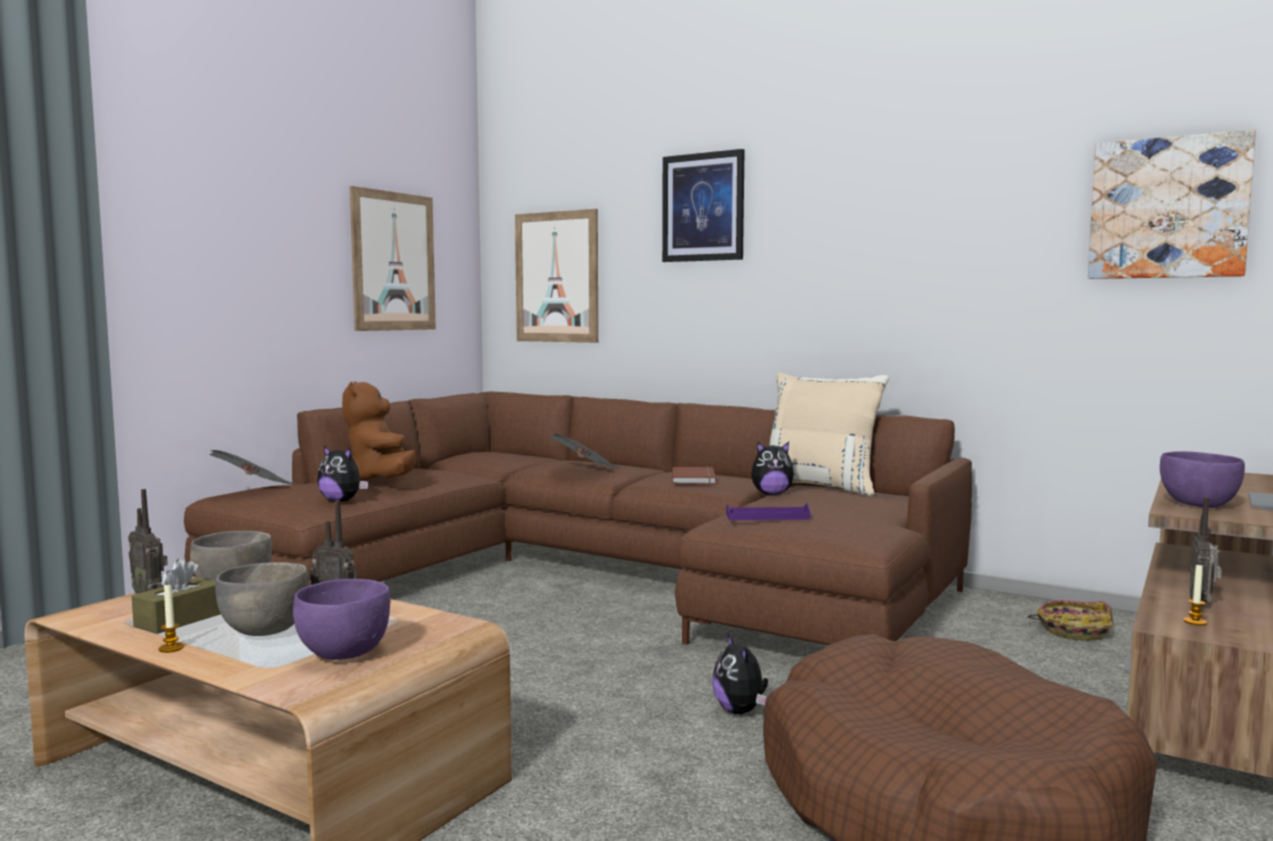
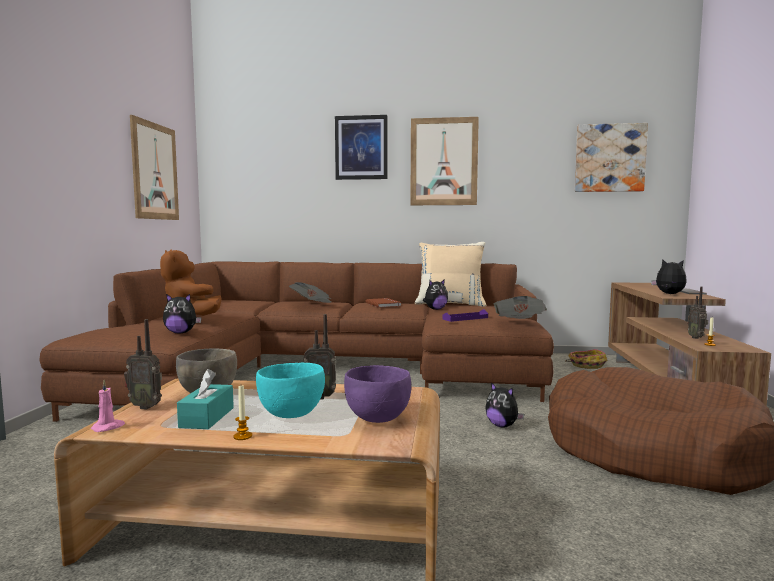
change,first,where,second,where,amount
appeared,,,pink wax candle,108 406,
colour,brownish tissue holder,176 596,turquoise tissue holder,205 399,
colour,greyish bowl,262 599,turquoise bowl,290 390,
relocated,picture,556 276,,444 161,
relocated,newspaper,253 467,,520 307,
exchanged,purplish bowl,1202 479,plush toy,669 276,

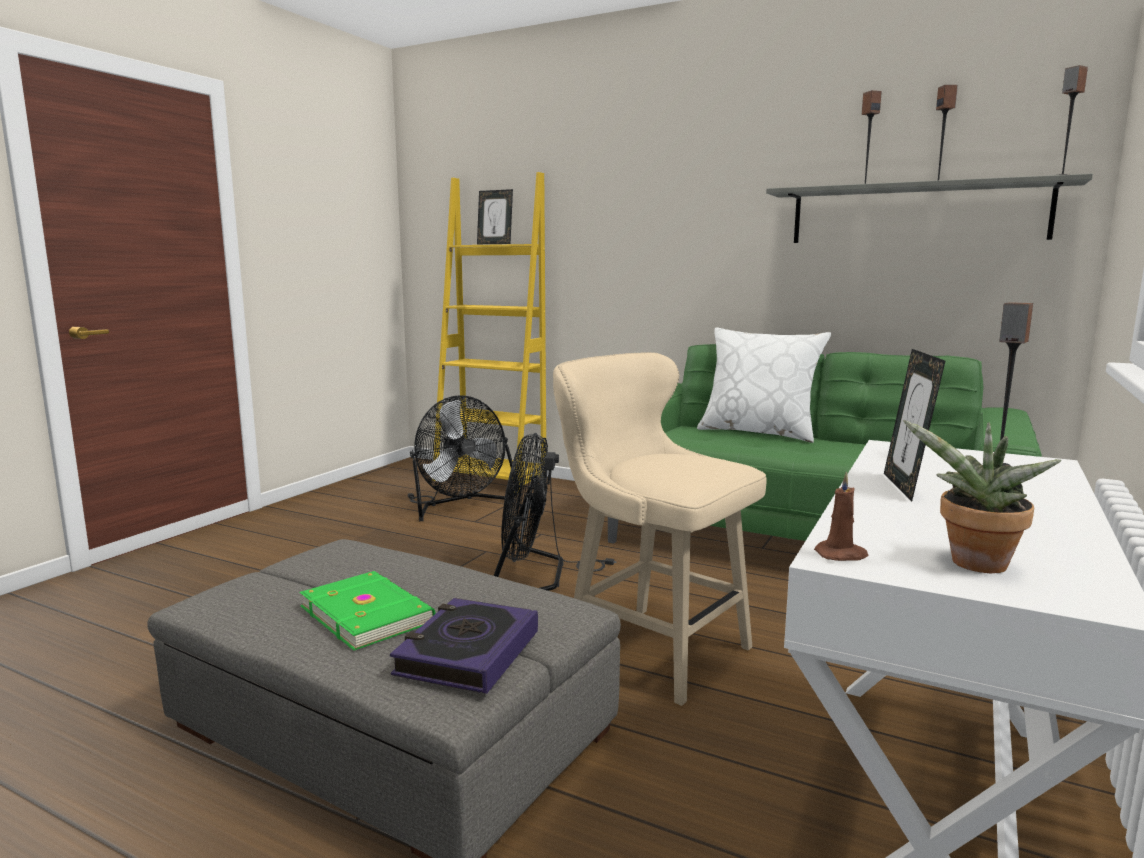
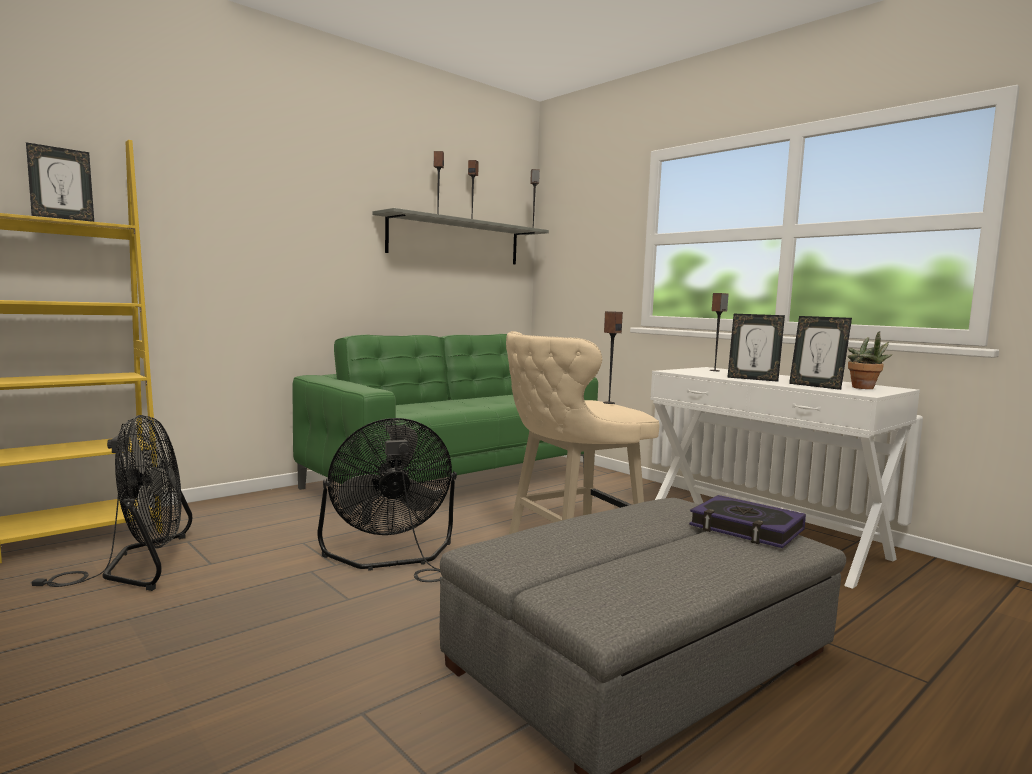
change,first,where,second,where,amount
spun,black-coloured electric fan,555 512,,387 500,135 degrees clockwise
appeared,,,speaker,613 357,
appeared,,,photo frame,820 353,
missing,green volume,368 611,,,
missing,white pillow,764 385,,,
missing,brownish wax candle,841 516,,,

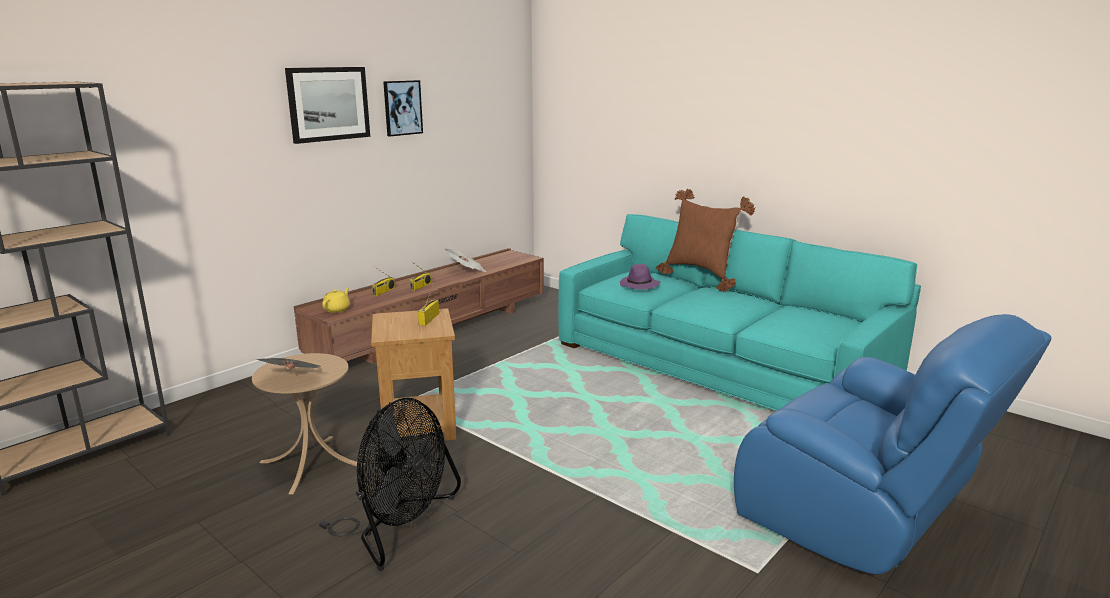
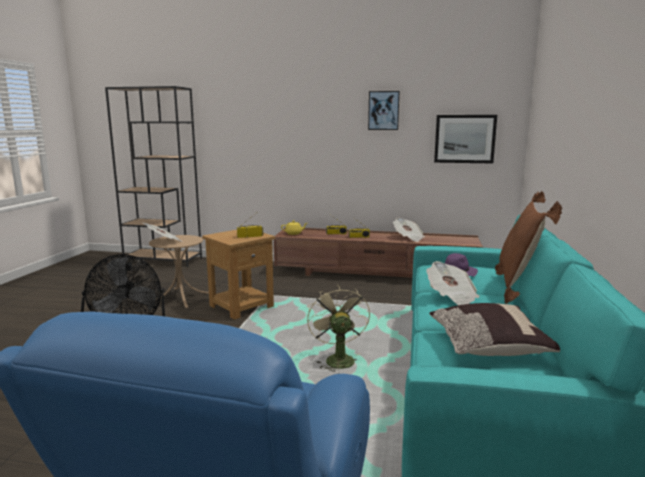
change,first,where,second,where,amount
appeared,,,beige electric fan,338 329,
appeared,,,newspaper,453 283,
appeared,,,pillow,494 329,
relocated,picture,327 105,,465 139,

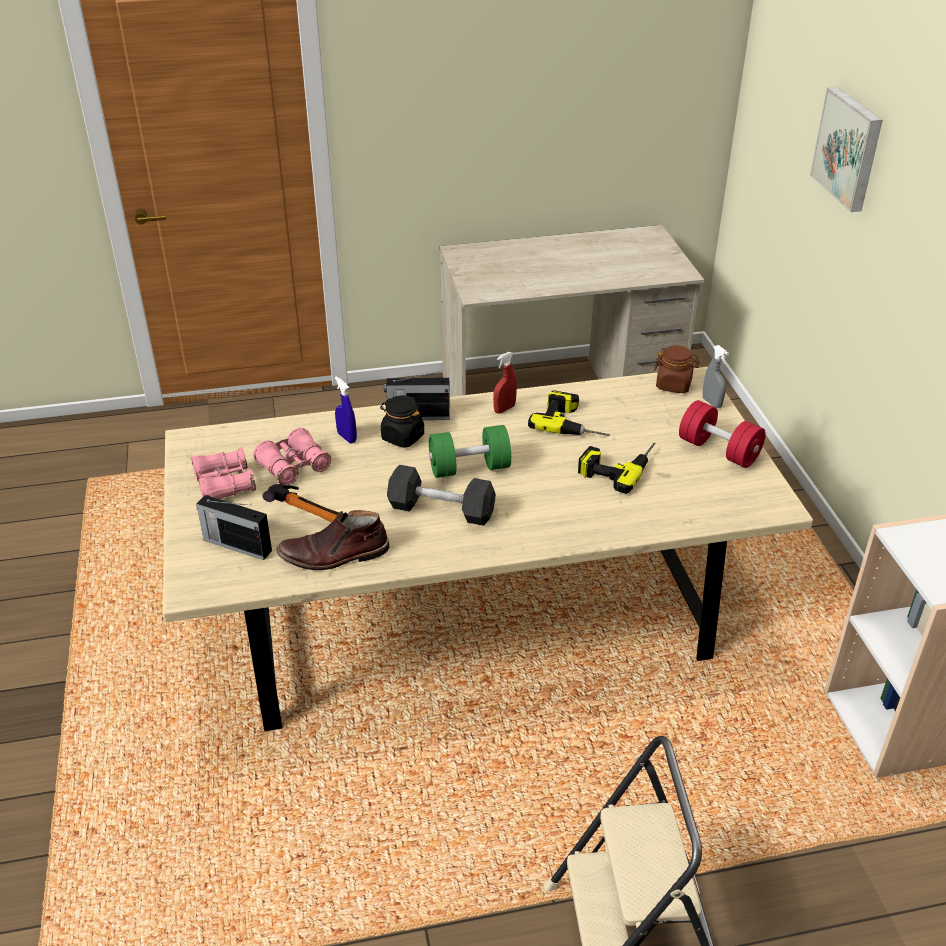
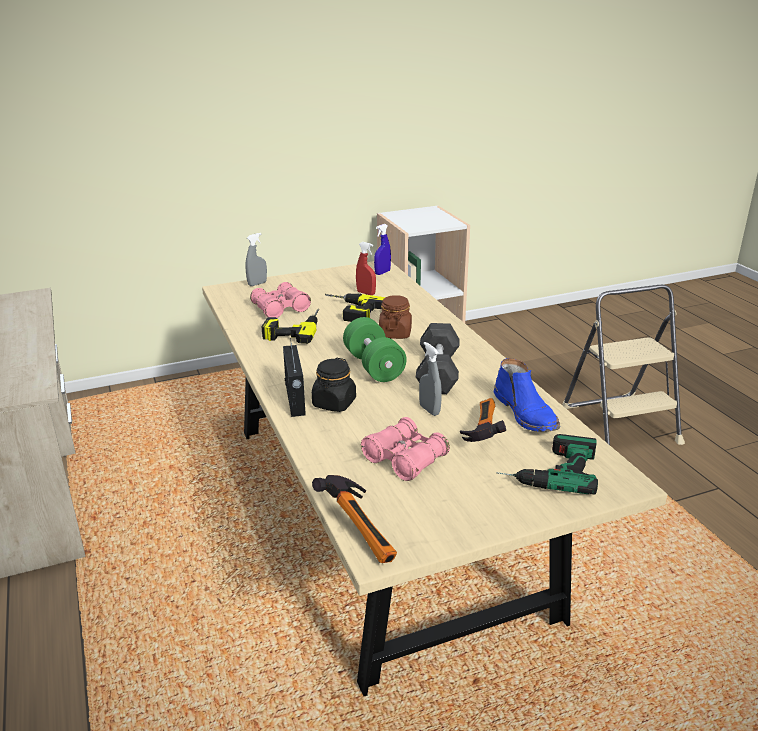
change,first,where,second,where,amount
relocated,pink pair of binoculars,223 473,,280 300,
appeared,,,hammer,354 519,
relocated,reddish hand sprayer,505 383,,366 268,
relocated,blue-coloured hand sprayer,346 410,,382 249,
relocated,brownish storage jar,677 369,,395 317,
appeared,,,greyish hand sprayer,430 379,
colour,brownish high-top boot,333 540,blue-coloured high-top boot,527 395,
exchanged,radio receiver,234 527,power drill,547 464,
missing,reddish dumbbell,722 434,,,
missing,picture,846 149,,,

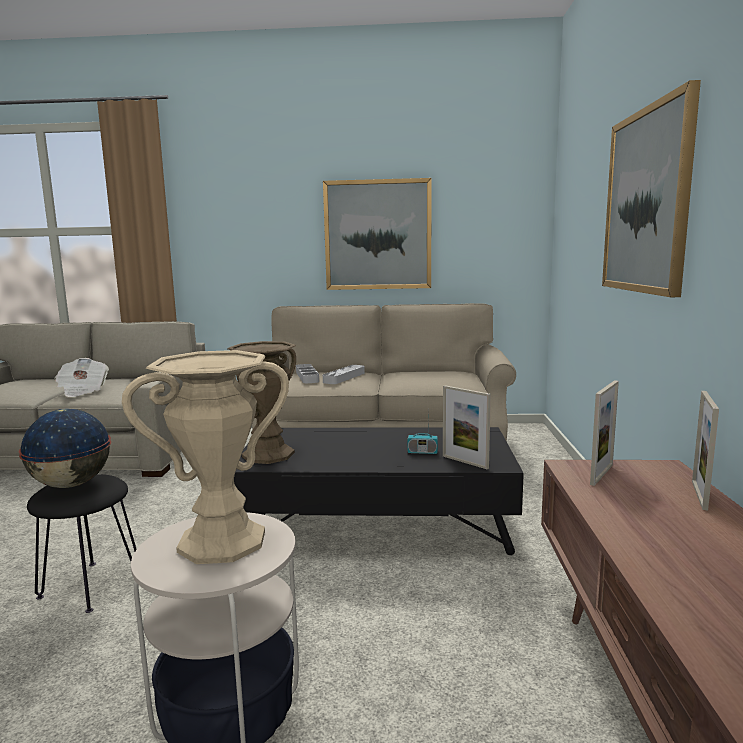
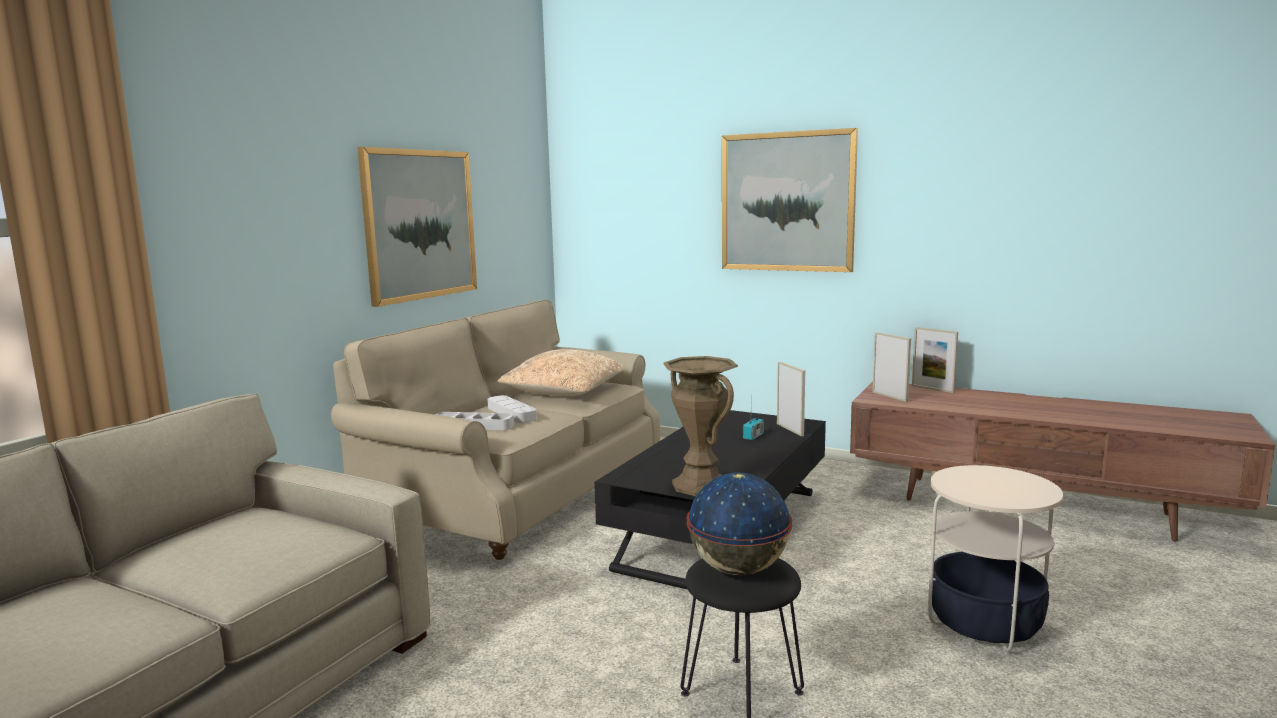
change,first,where,second,where,amount
appeared,,,beige pillow,561 372,
spun,photo frame,467 427,,791 398,90 degrees counterclockwise
missing,newspaper,82 377,,,
missing,beige flower vase,205 457,,,

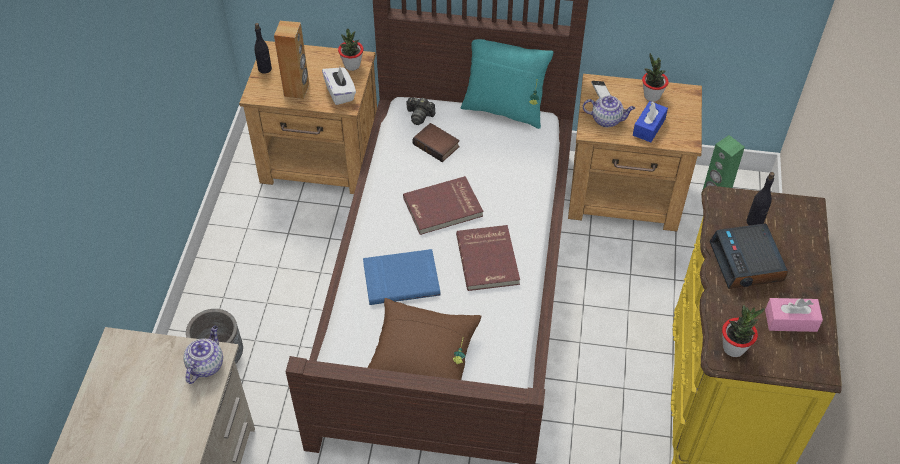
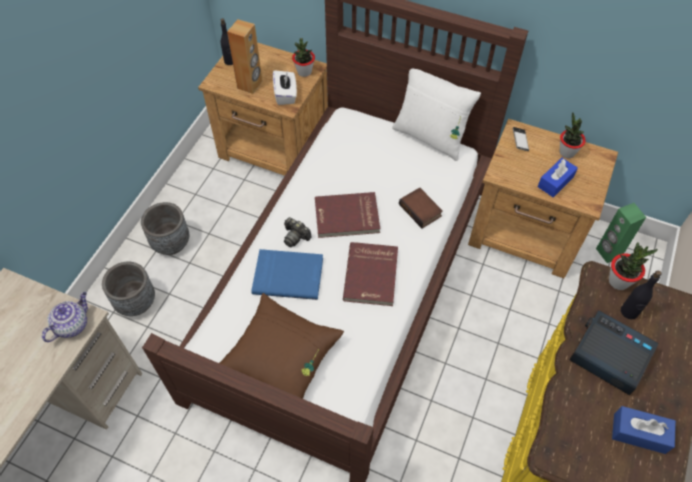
change,first,where,second,where,amount
appeared,,,greyish plant pot,165 228,
relocated,still camera,420 111,,298 232,
colour,turquoise pillow,507 84,white pillow,436 115,
relocated,volume,436 142,,421 207,
spun,table clock,748 256,,614 352,120 degrees clockwise
relocated,plant in a pot,743 331,,633 266,
colour,pink tissue holder,794 315,blue-coloured tissue holder,644 430,
missing,tea pot,609 111,,,

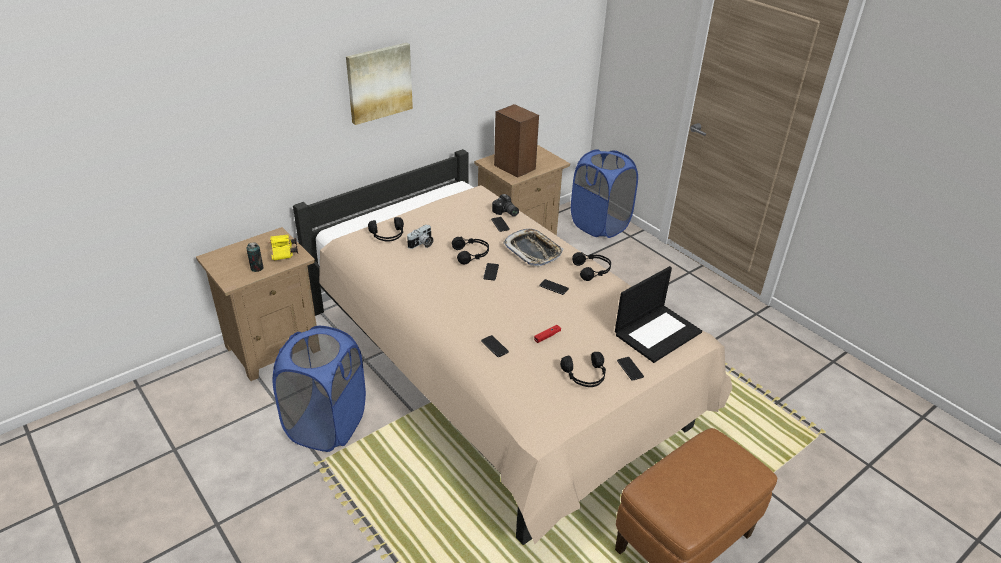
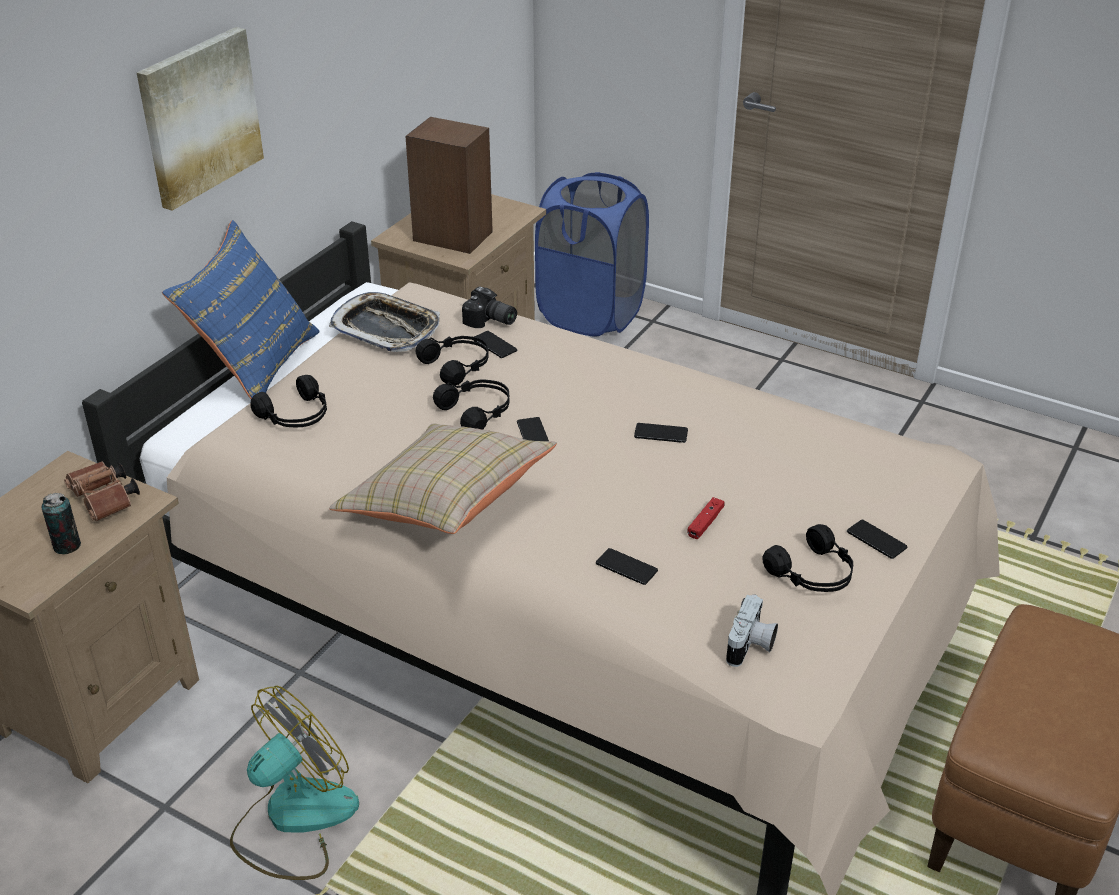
change,first,where,second,where,amount
colour,yellowish pair of binoculars,283 248,brownish pair of binoculars,102 491,
appeared,,,blue-coloured pillow,241 309,
exchanged,blue-coloured hamper,319 389,electric fan,294 783,
relocated,tray,533 248,,384 322,
appeared,,,beige pillow,443 478,
relocated,black-coloured headset,591 266,,452 361,
relocated,still camera,420 236,,752 630,
missing,notebook computer,658 314,,,

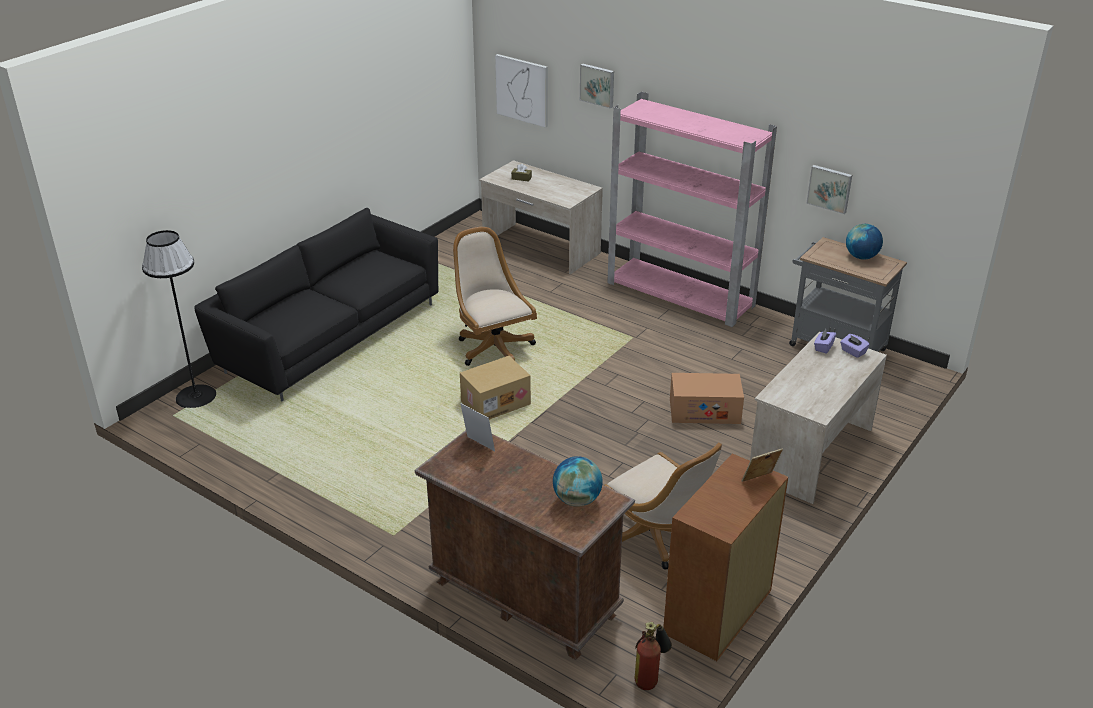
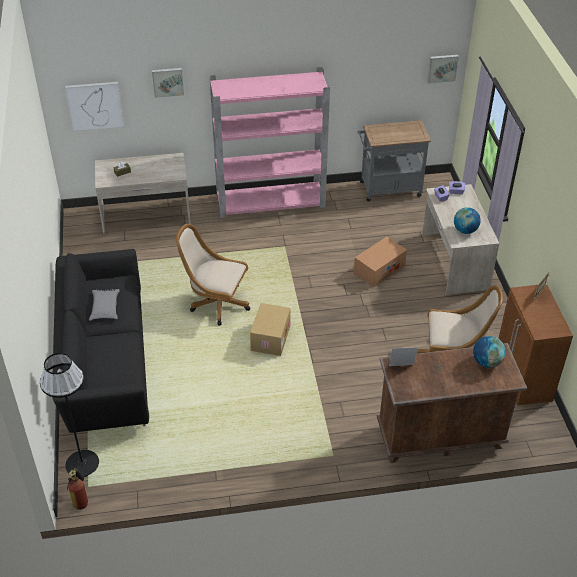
change,first,where,second,where,amount
relocated,fire extinguisher,653 655,,77 489,
appeared,,,greyish pillow,104 305,
relocated,picture,829 189,,443 69,
relocated,desk globe,864 241,,467 220,

